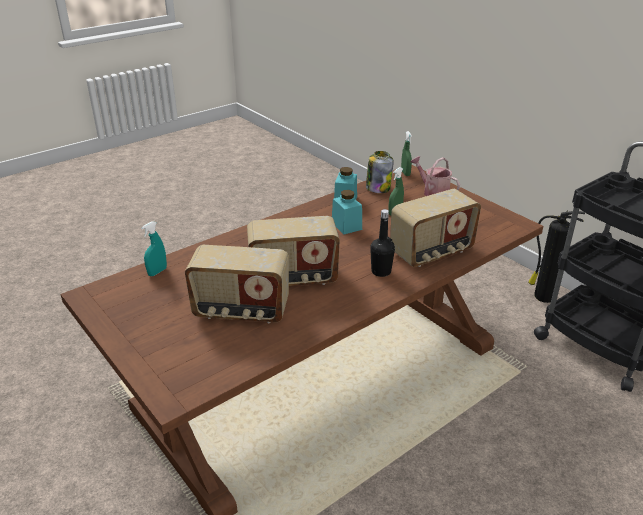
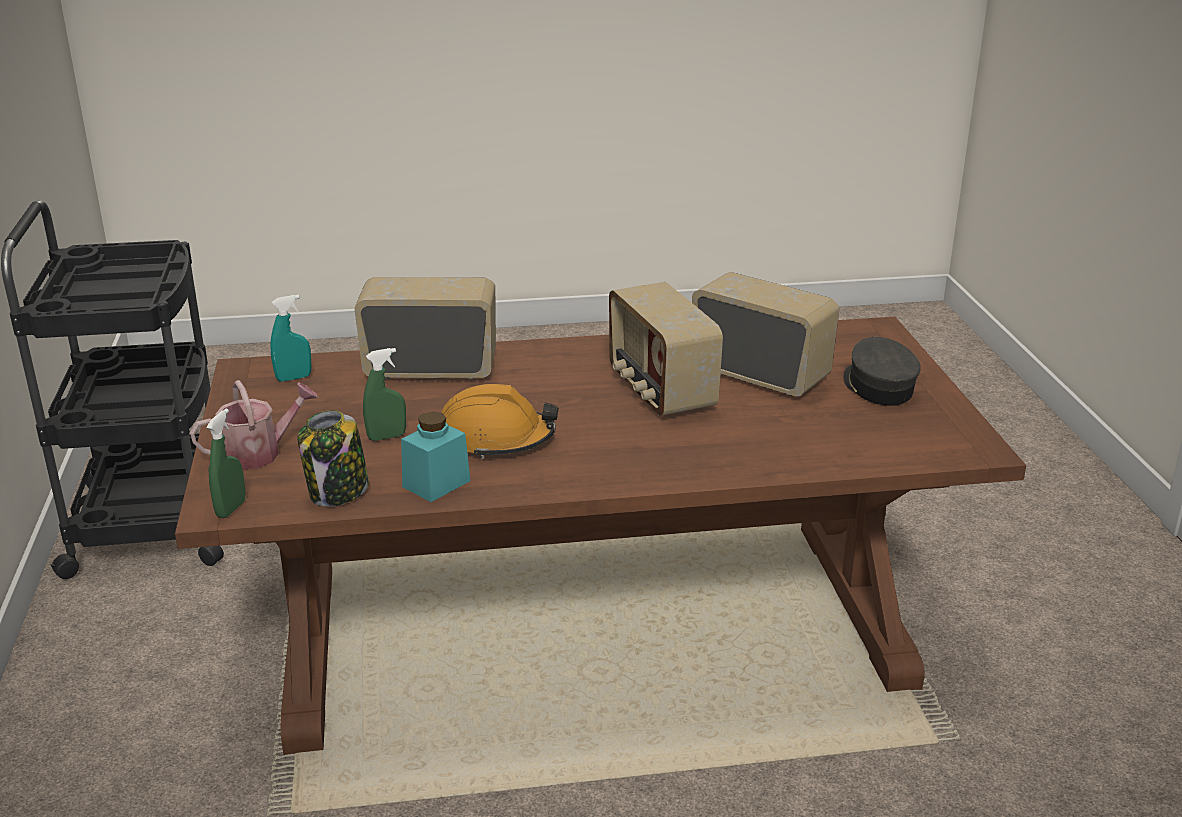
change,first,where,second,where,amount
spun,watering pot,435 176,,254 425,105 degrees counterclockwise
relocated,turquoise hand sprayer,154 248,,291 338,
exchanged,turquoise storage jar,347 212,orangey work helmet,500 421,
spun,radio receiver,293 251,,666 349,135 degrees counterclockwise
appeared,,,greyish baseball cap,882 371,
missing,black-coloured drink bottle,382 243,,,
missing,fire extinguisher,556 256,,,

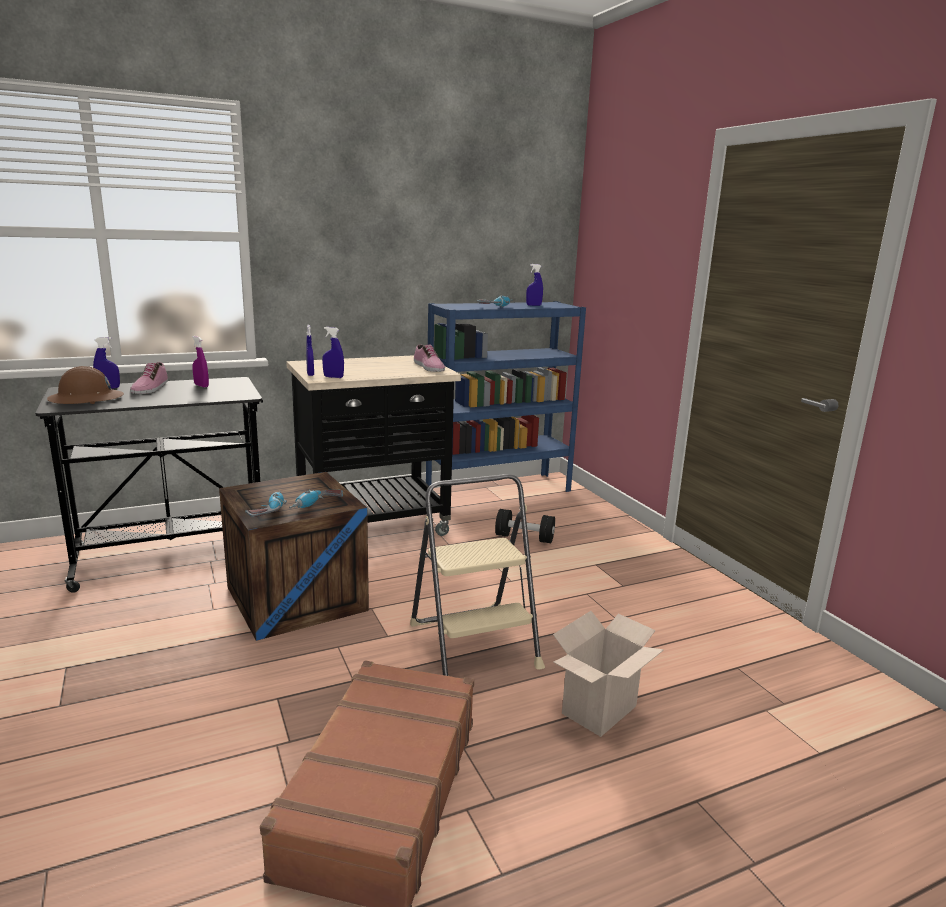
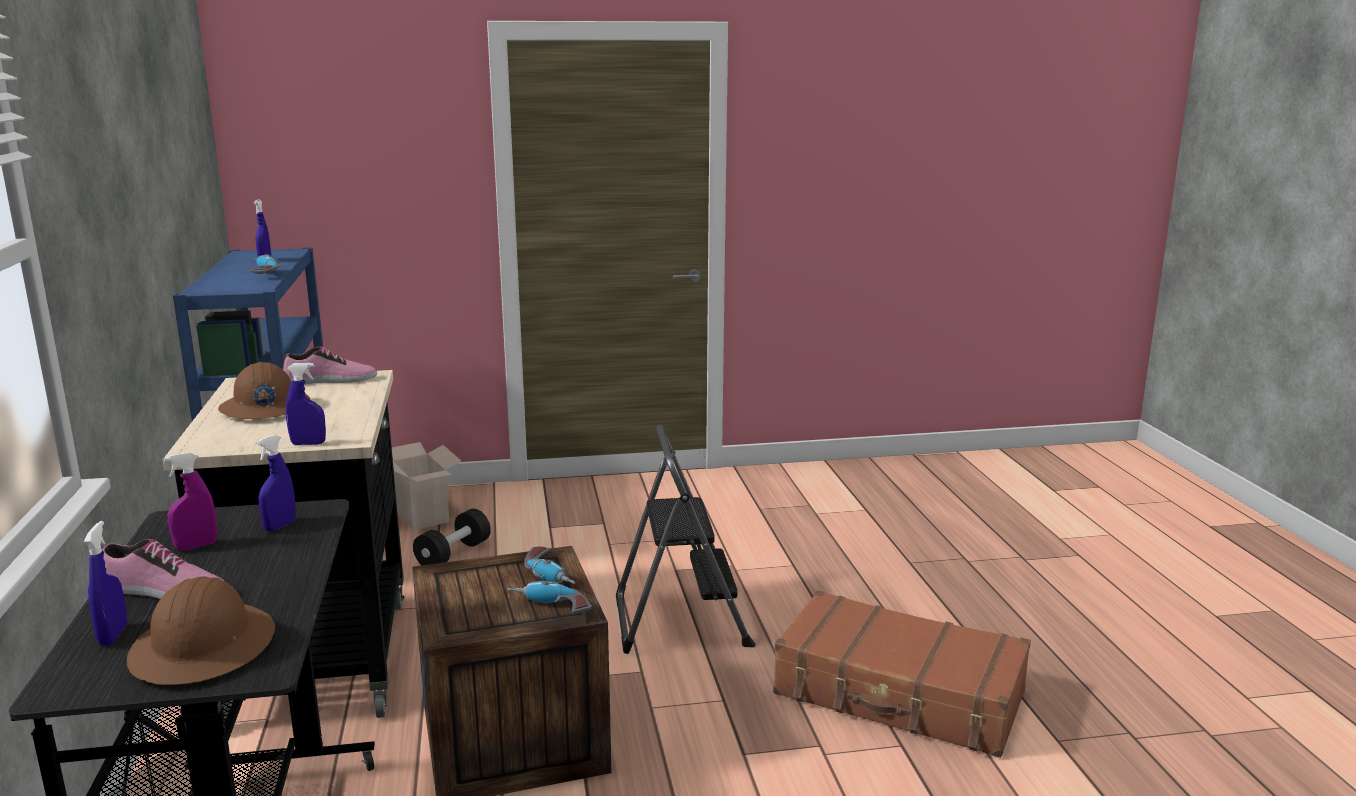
change,first,where,second,where,amount
appeared,,,brownish work helmet,264 390,
relocated,blue-coloured hand sprayer,333 352,,276 483,
relocated,packing box,608 674,,426 486,
colour,beige step stool,477 575,black-coloured step stool,685 539,

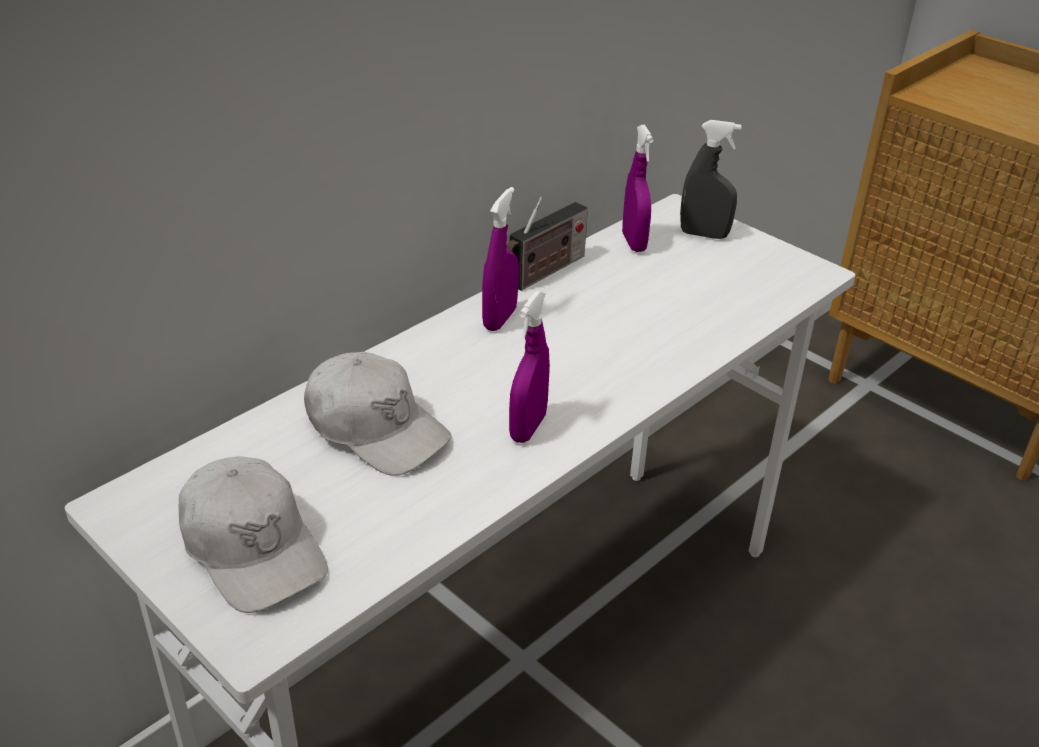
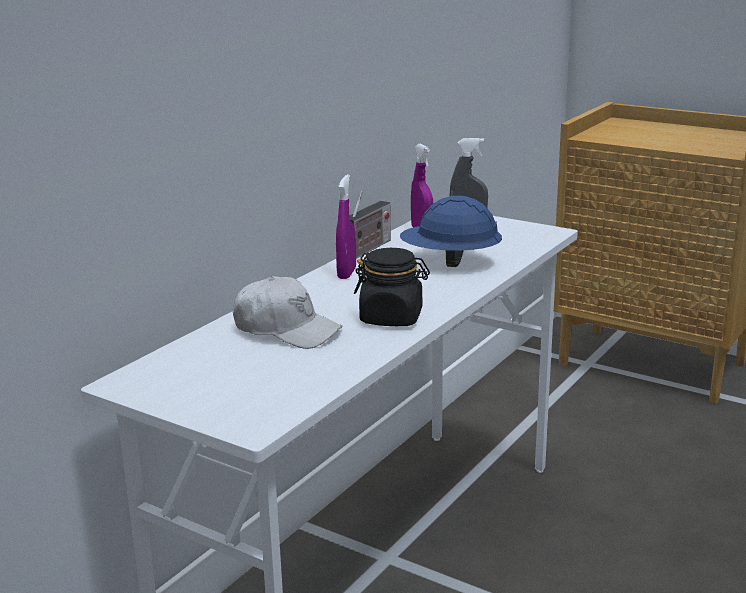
change,first,where,second,where,amount
exchanged,purplish hand sprayer,529 367,black-coloured storage jar,392 287,
appeared,,,blue-coloured work helmet,451 231,
missing,white baseball cap,253 534,,,

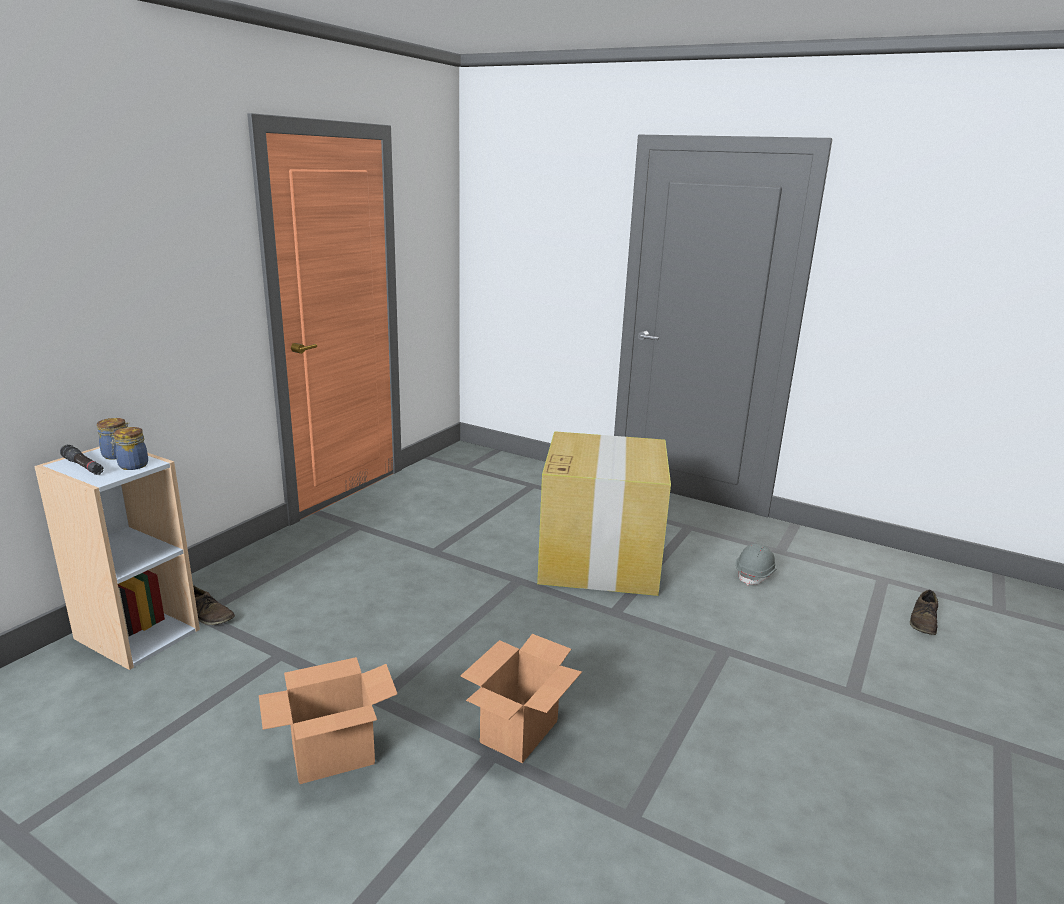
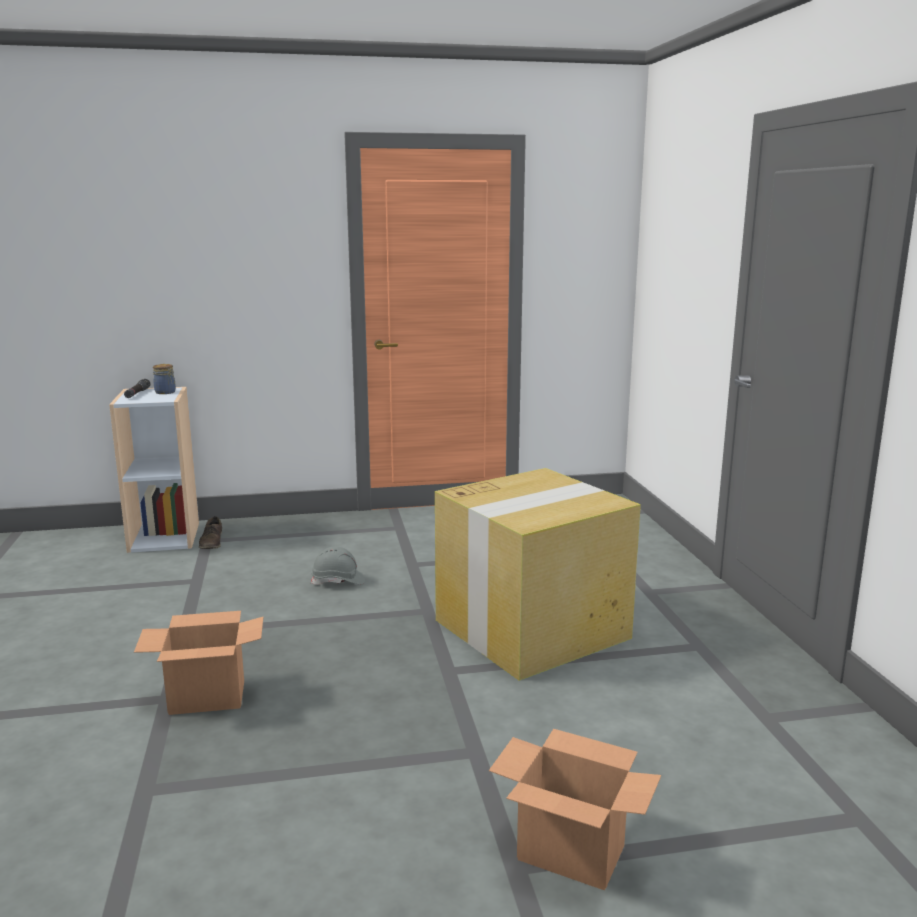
change,first,where,second,where,amount
relocated,greyish work helmet,756 565,,338 566,
relocated,packing box,328 720,,575 810,
missing,storage jar,129 448,,,
missing,brownish item of footwear,924 612,,,

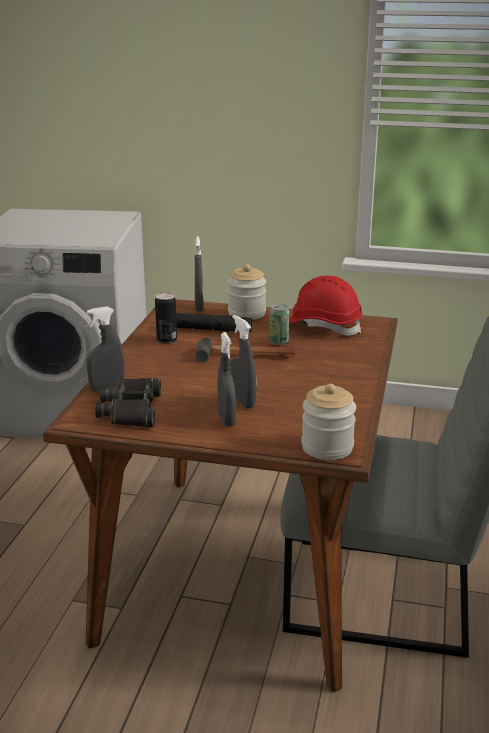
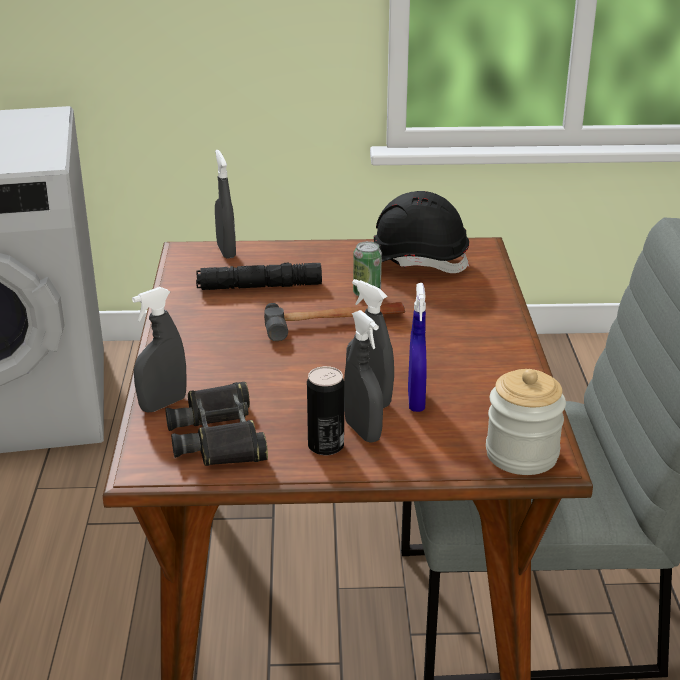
change,first,where,second,where,amount
relocated,can,166 317,,325 410,
colour,reddish work helmet,326 305,black-coloured work helmet,422 232,
appeared,,,blue-coloured hand sprayer,417 347,
missing,storage jar,247 292,,,

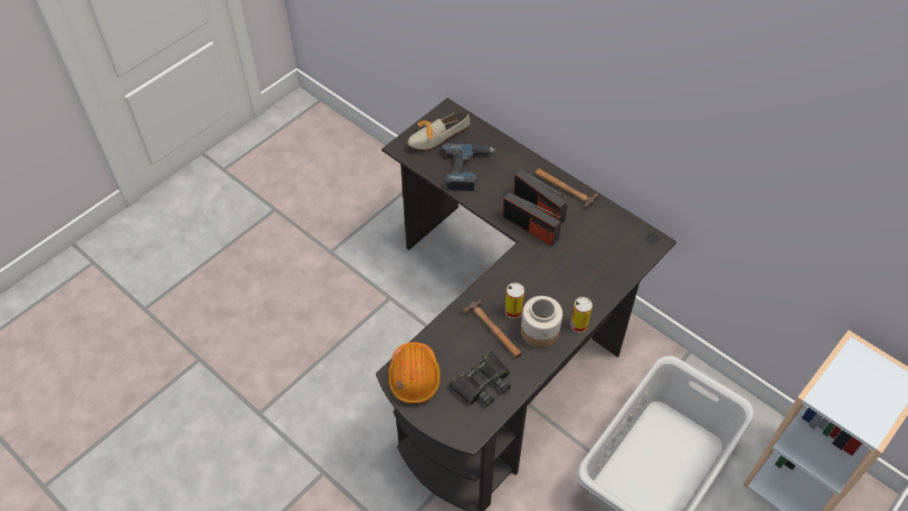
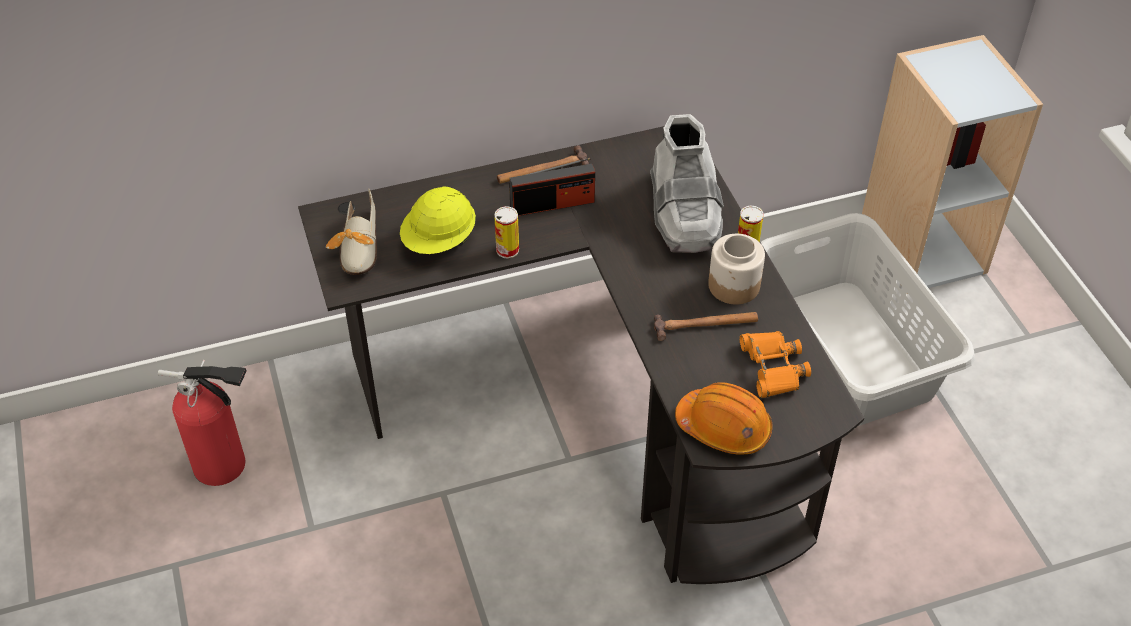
change,first,where,second,where,amount
appeared,,,fire extinguisher,202 423,
exchanged,power drill,468 167,yellowish work helmet,438 220,
relocated,can,514 301,,506 232,
appeared,,,greyish high-top boot,687 183,
colour,black-coloured pair of binoculars,480 379,orangey pair of binoculars,775 364,
missing,radio receiver,531 219,,,

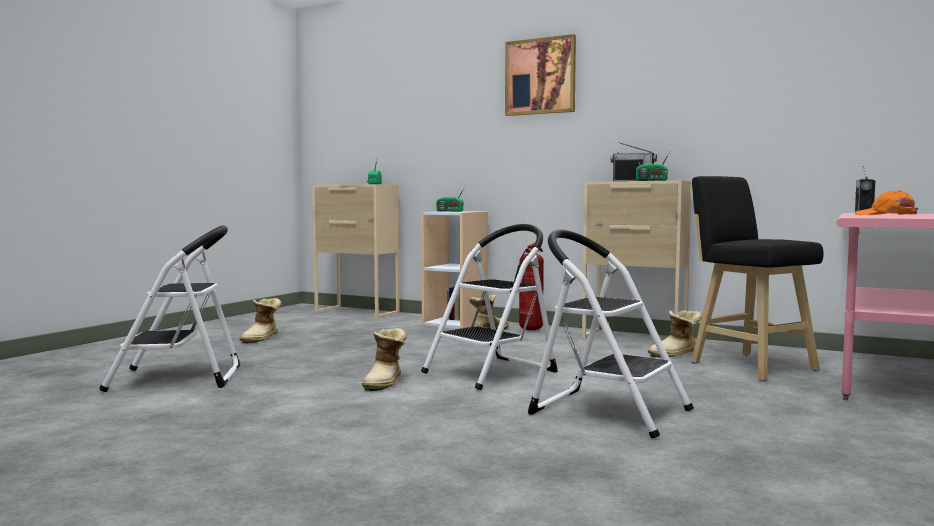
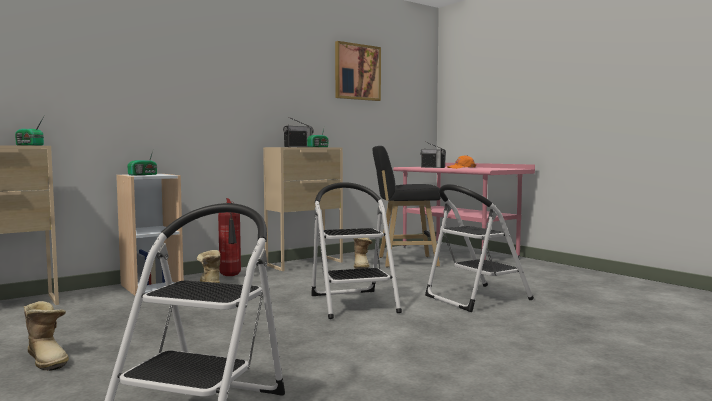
change,first,where,second,where,amount
relocated,picture,540 75,,358 71,
missing,high-top boot,384 359,,,

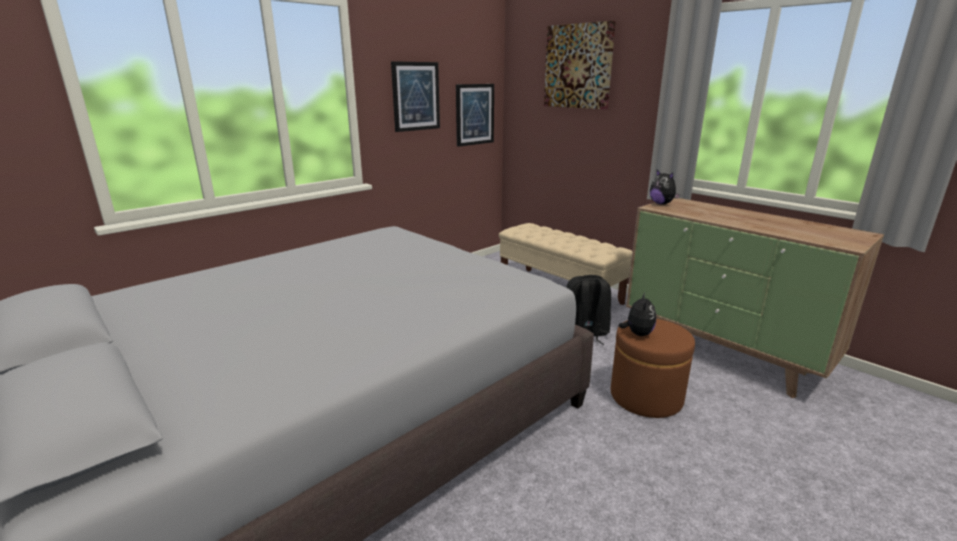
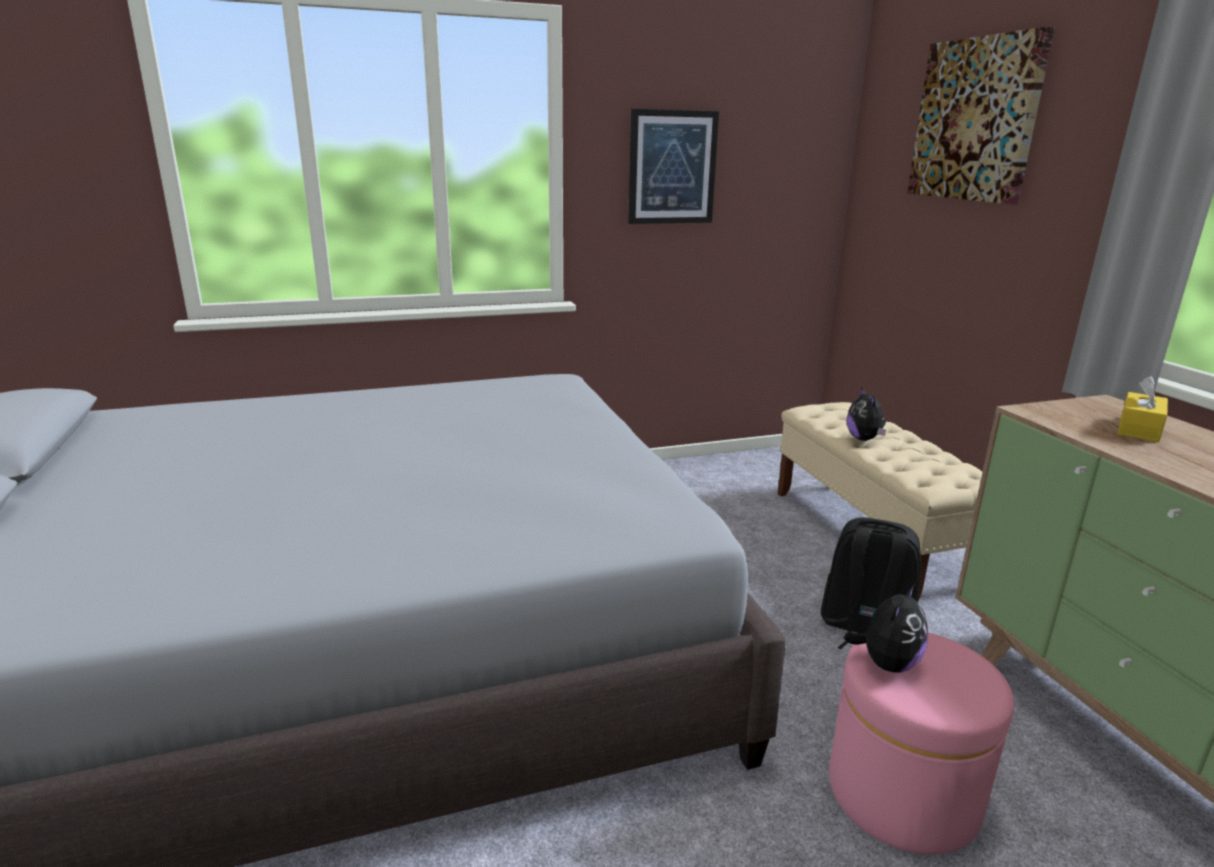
change,first,where,second,where,amount
colour,brownish ottoman,653 368,pink ottoman,921 744,
relocated,plush toy,665 187,,866 413,
appeared,,,yellowish tissue holder,1143 409,
missing,picture,475 115,,,

